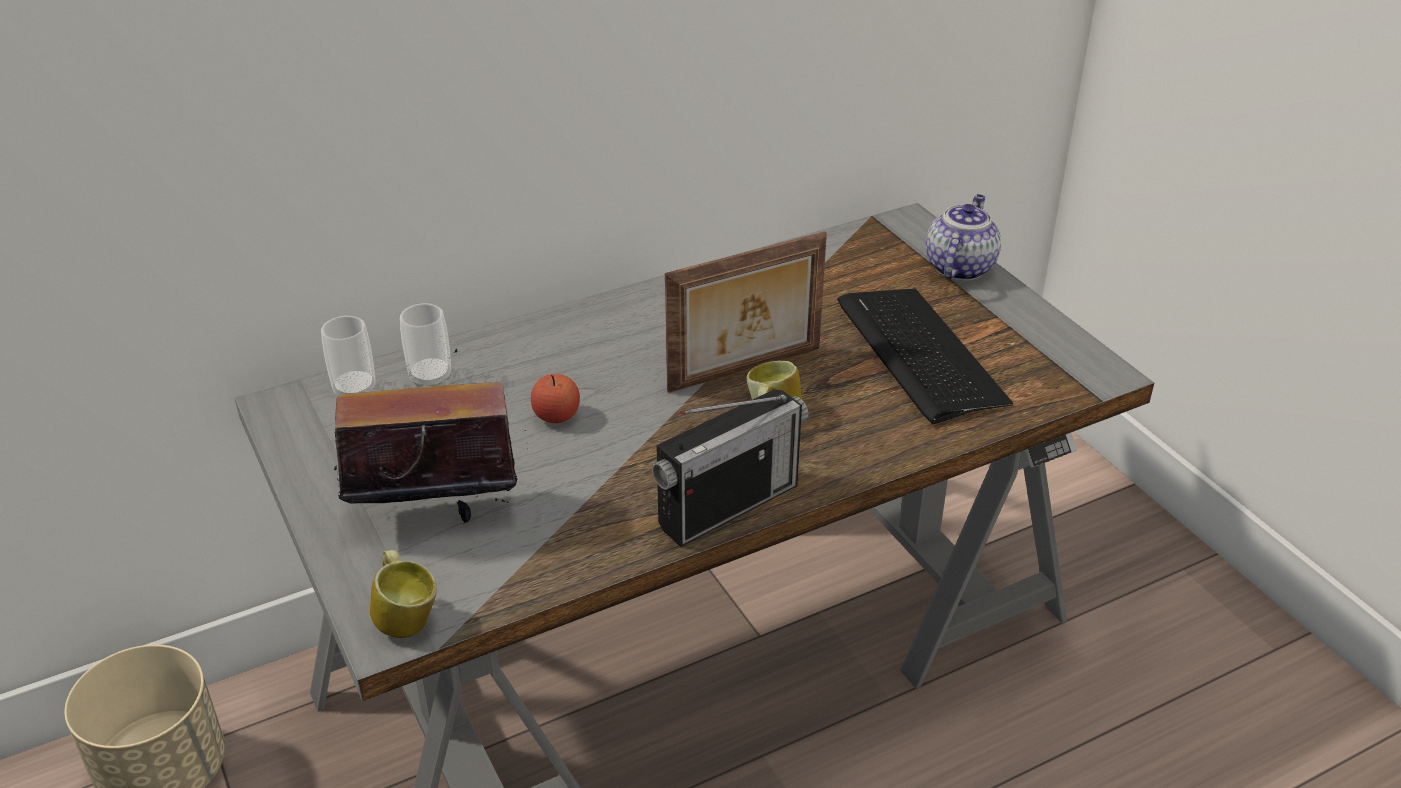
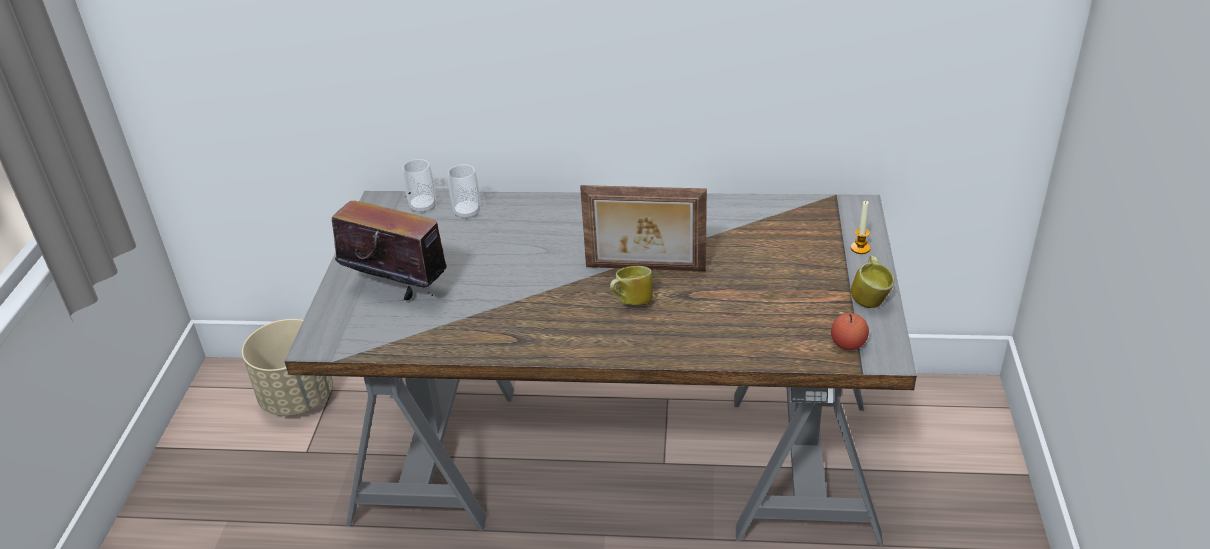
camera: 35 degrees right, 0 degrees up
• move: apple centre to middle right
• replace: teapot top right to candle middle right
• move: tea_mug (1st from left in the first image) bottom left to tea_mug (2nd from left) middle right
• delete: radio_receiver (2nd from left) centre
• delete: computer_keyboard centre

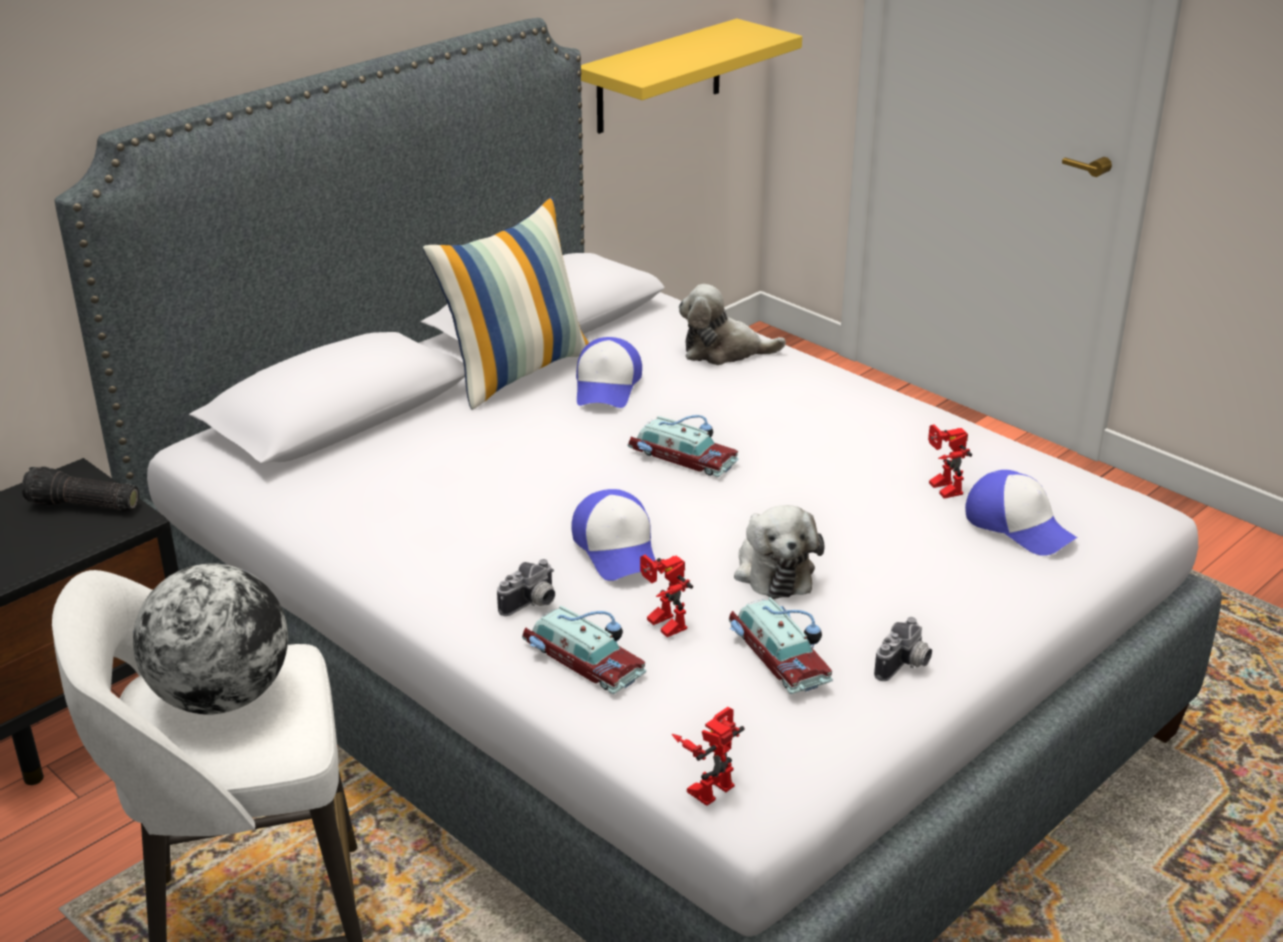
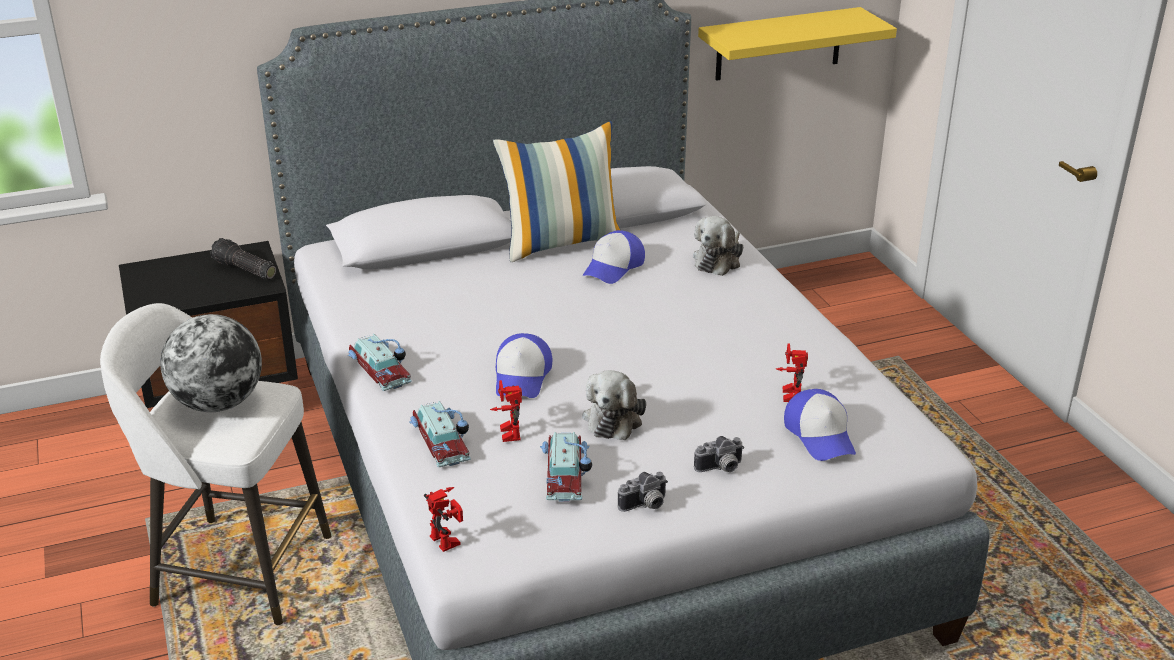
camera: 25 degrees right, 0 degrees up
• move: model_car (2nd from left in the first image) centre to model_car (1st from left) middle left
• rotate: robot_figure (2nd from left in the first image) bottom centre = bottom centre 75 degrees clockwise
• rotate: plush_toy (1st from left in the first image) centre = centre 90 degrees counterclockwise
• move: still_camera (1st from left in the first image) centre to still_camera (2nd from left) bottom centre

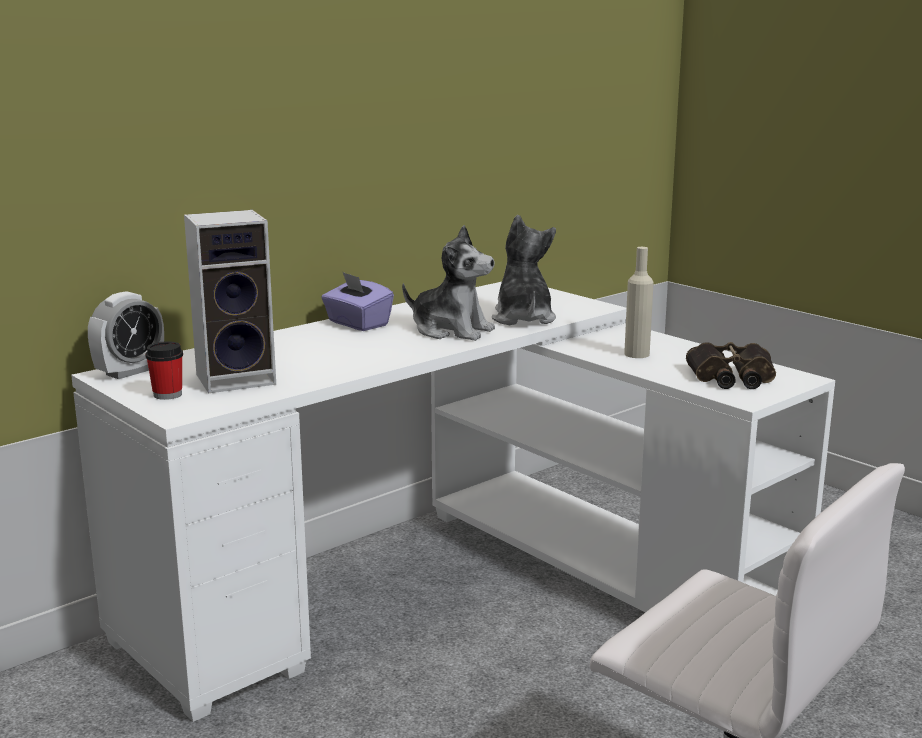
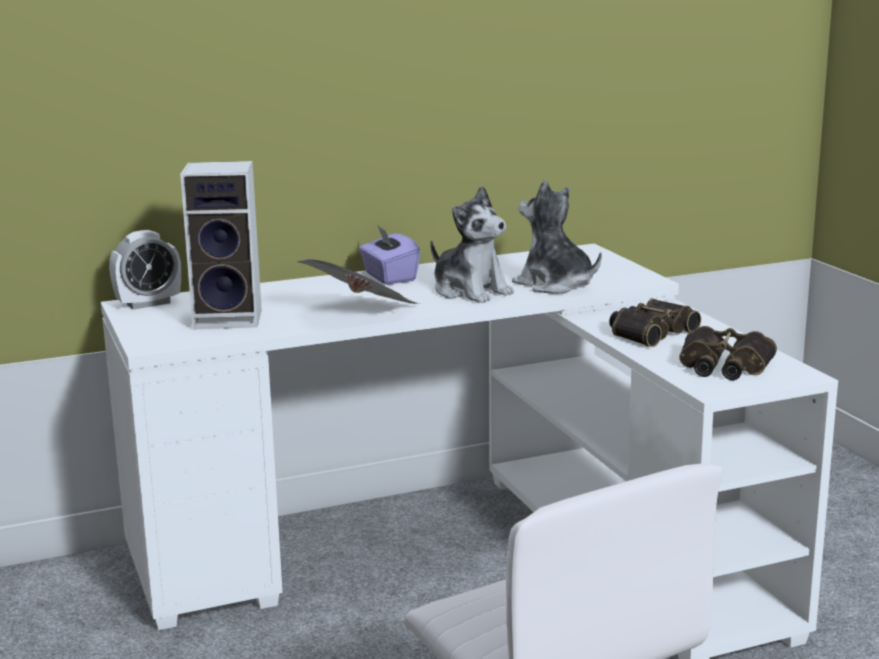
camera: 20 degrees right, 0 degrees up
• insert: printed_paper centre
• rotate: plush_toy (2nd from left) centre = centre 60 degrees counterclockwise
• replace: beige-coloured_bottle middle right to binoculars (1st from left) middle right
• delete: cup middle left

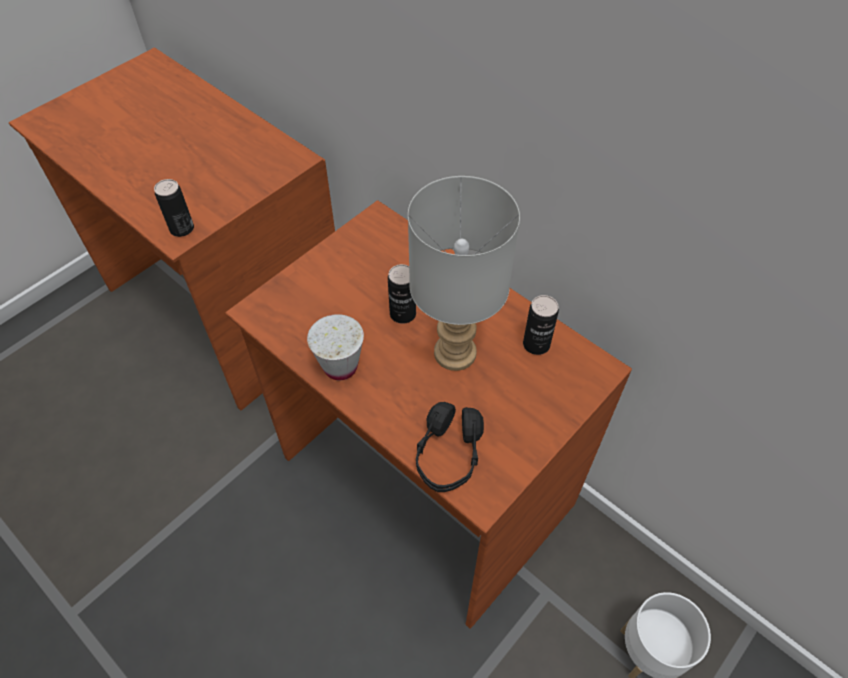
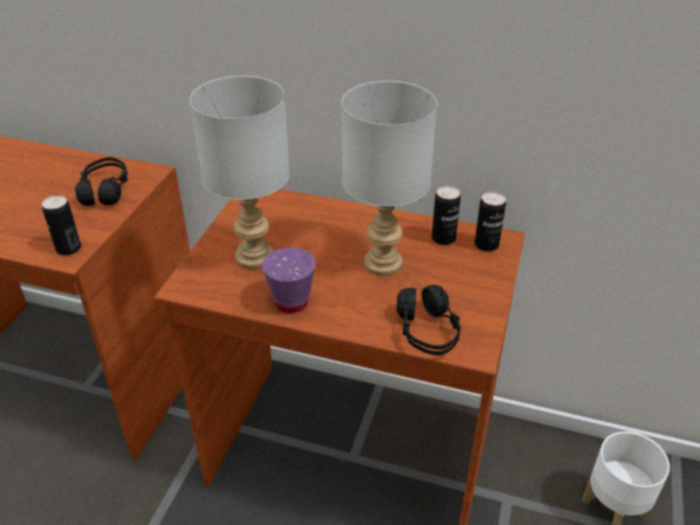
camera: 25 degrees left, 15 degrees down
• insert: black_pair_of_headphones (1st from left) middle left
• insert: gray_lamp_for_a_table (1st from left) top centre
• recolor: whitish_cup centre to purple_cup centre
• move: sealed_can (2nd from left in the first image) centre to sealed_can (3rd from left) middle right

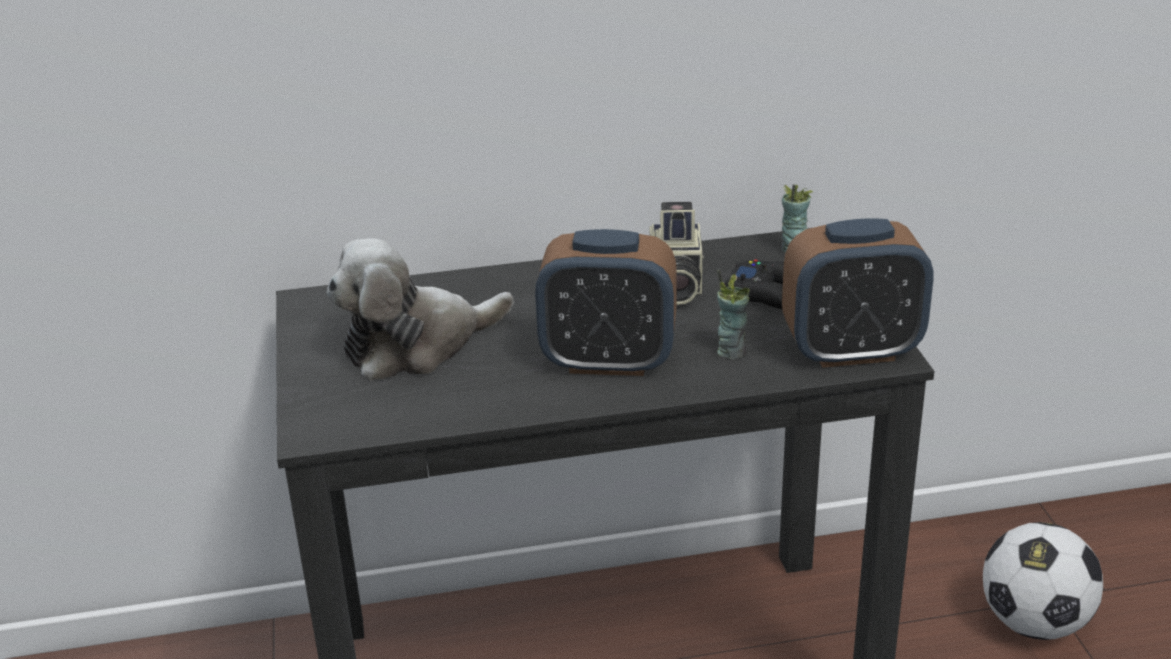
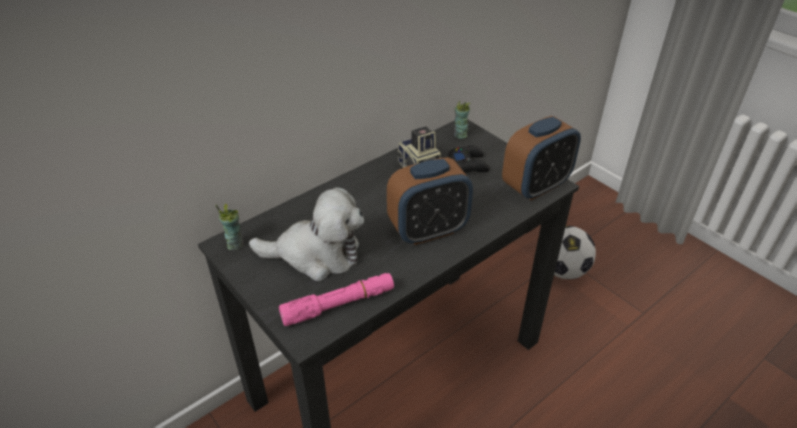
camera: 30 degrees left, 10 degrees up
• move: cup (1st from left) centre to middle left
• rotate: plush_toy centre = centre 120 degrees counterclockwise
• insert: pink_flashlight bottom centre

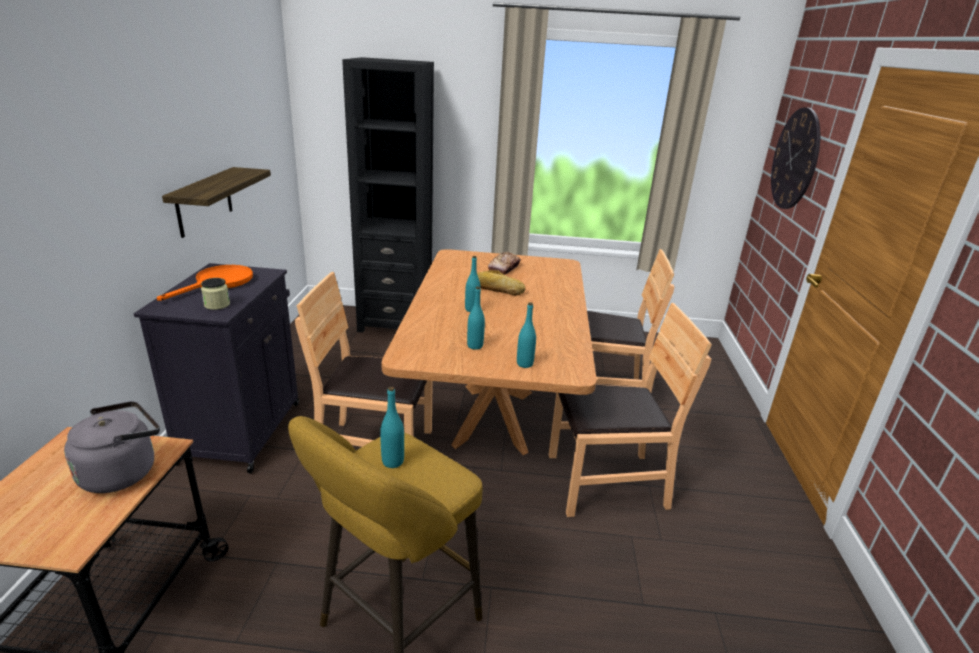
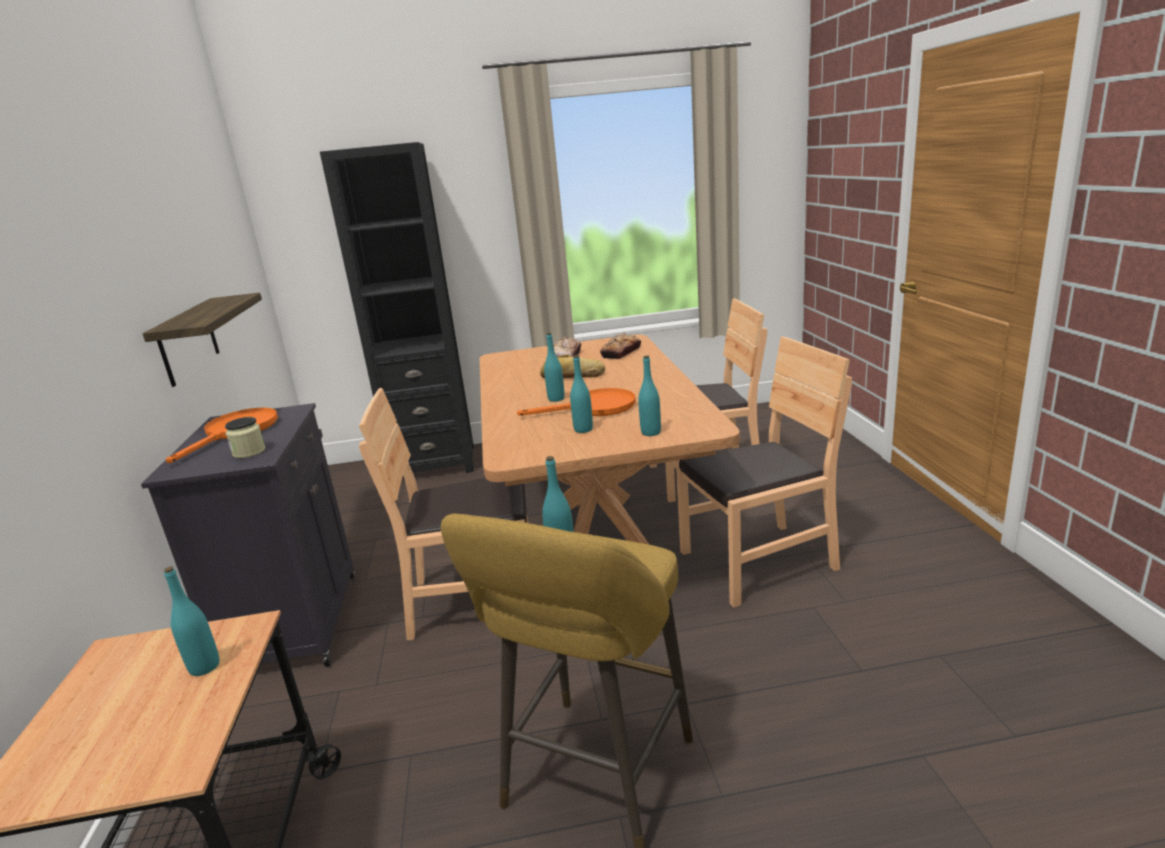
camera: 10 degrees left, 5 degrees down
• replace: gray_kettle bottom left to blue-green_bottle (1st from left) bottom left
• insert: orangey_skillet (2nd from left) centre
• insert: bakery_bread (3rd from left) centre
• delete: wall_clock top right

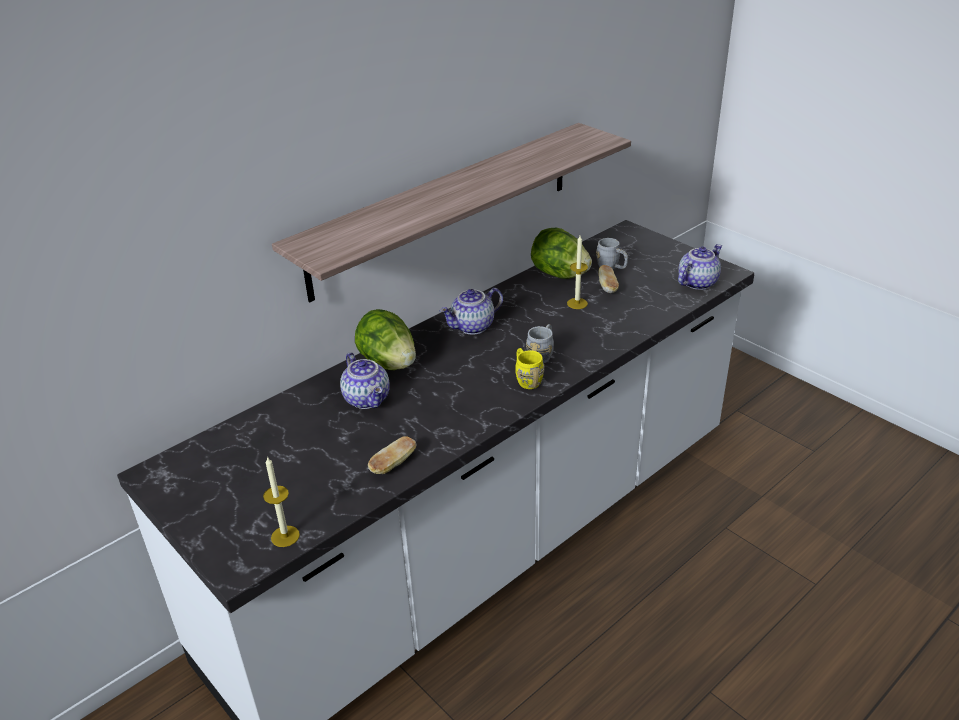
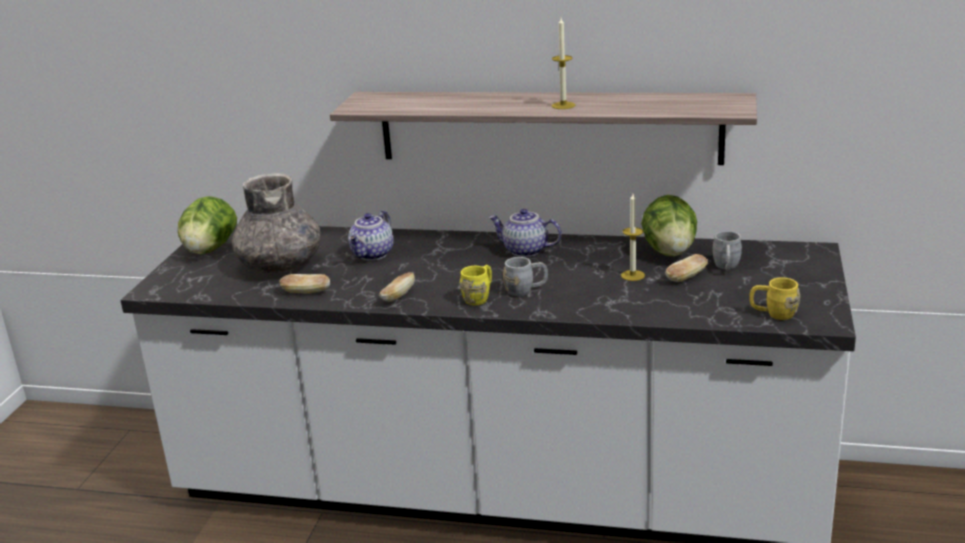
camera: 55 degrees right, 10 degrees down
• move: head_of_lettuce (1st from left) centre to middle left
• insert: gray_decorative_vase middle left
• insert: bakery_bread (2nd from left) centre
• move: candle (1st from left) bottom left to top centre
• replace: teapot (3rd from left) middle right to yellowish_tea_mug (2nd from left) middle right

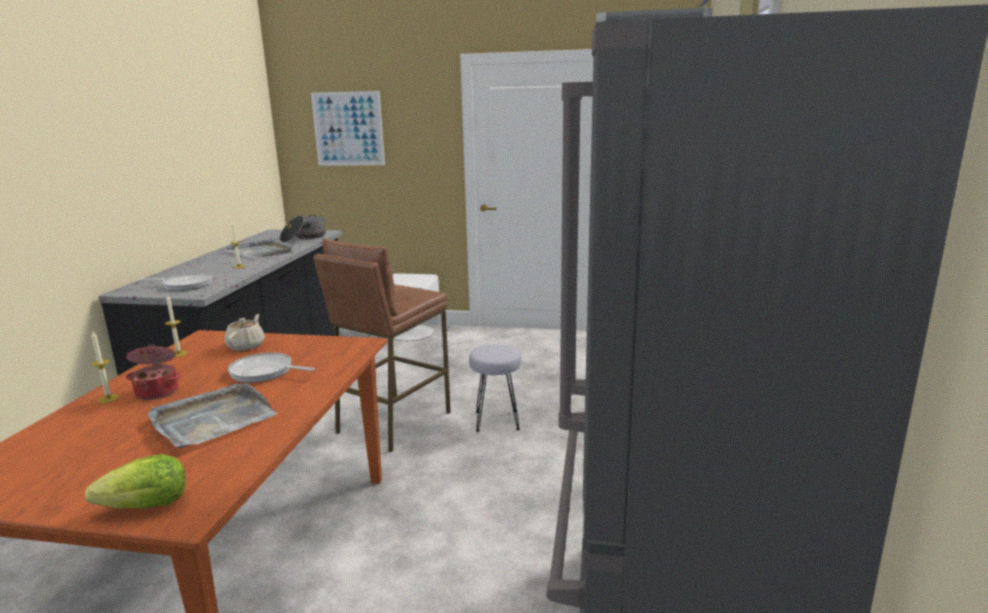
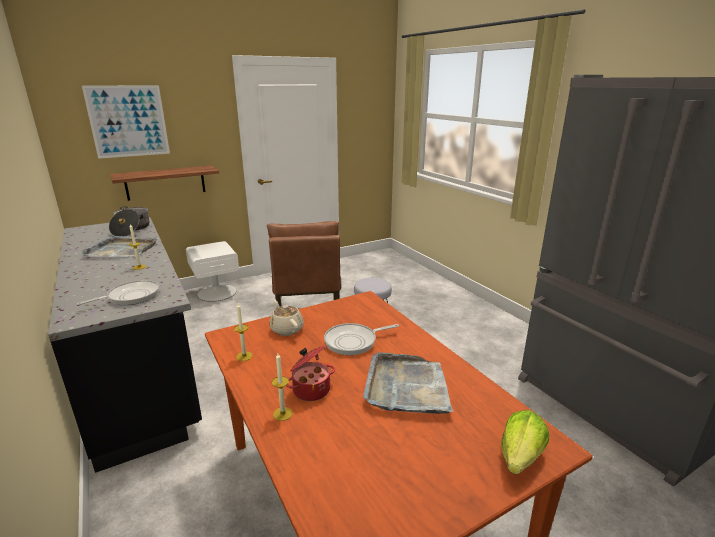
camera: 40 degrees left, 5 degrees up
• insert: bracket_shelf middle left

